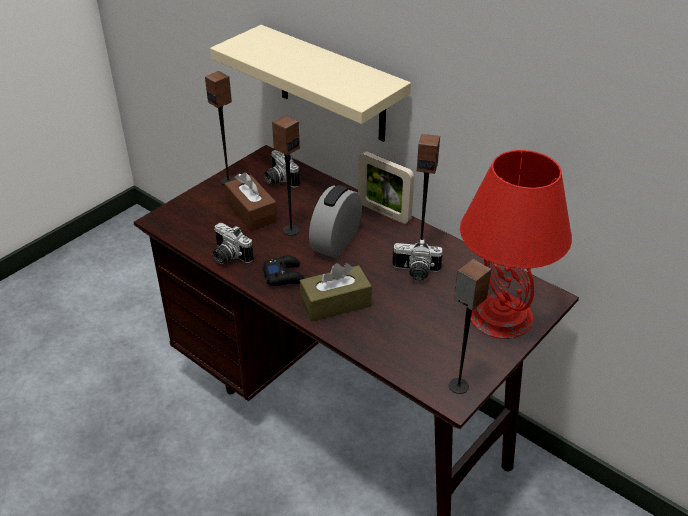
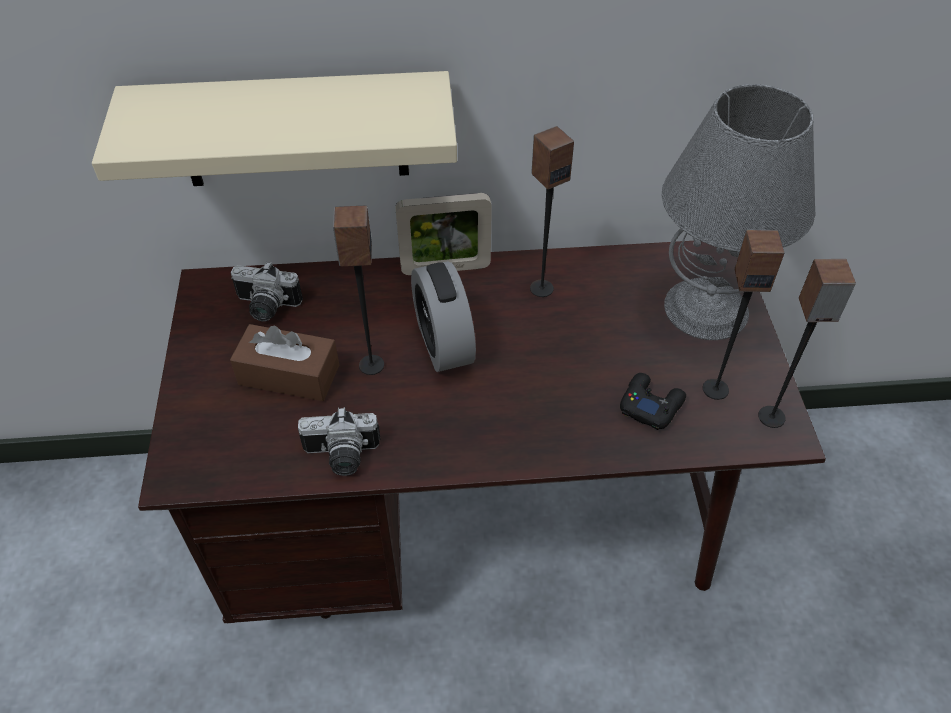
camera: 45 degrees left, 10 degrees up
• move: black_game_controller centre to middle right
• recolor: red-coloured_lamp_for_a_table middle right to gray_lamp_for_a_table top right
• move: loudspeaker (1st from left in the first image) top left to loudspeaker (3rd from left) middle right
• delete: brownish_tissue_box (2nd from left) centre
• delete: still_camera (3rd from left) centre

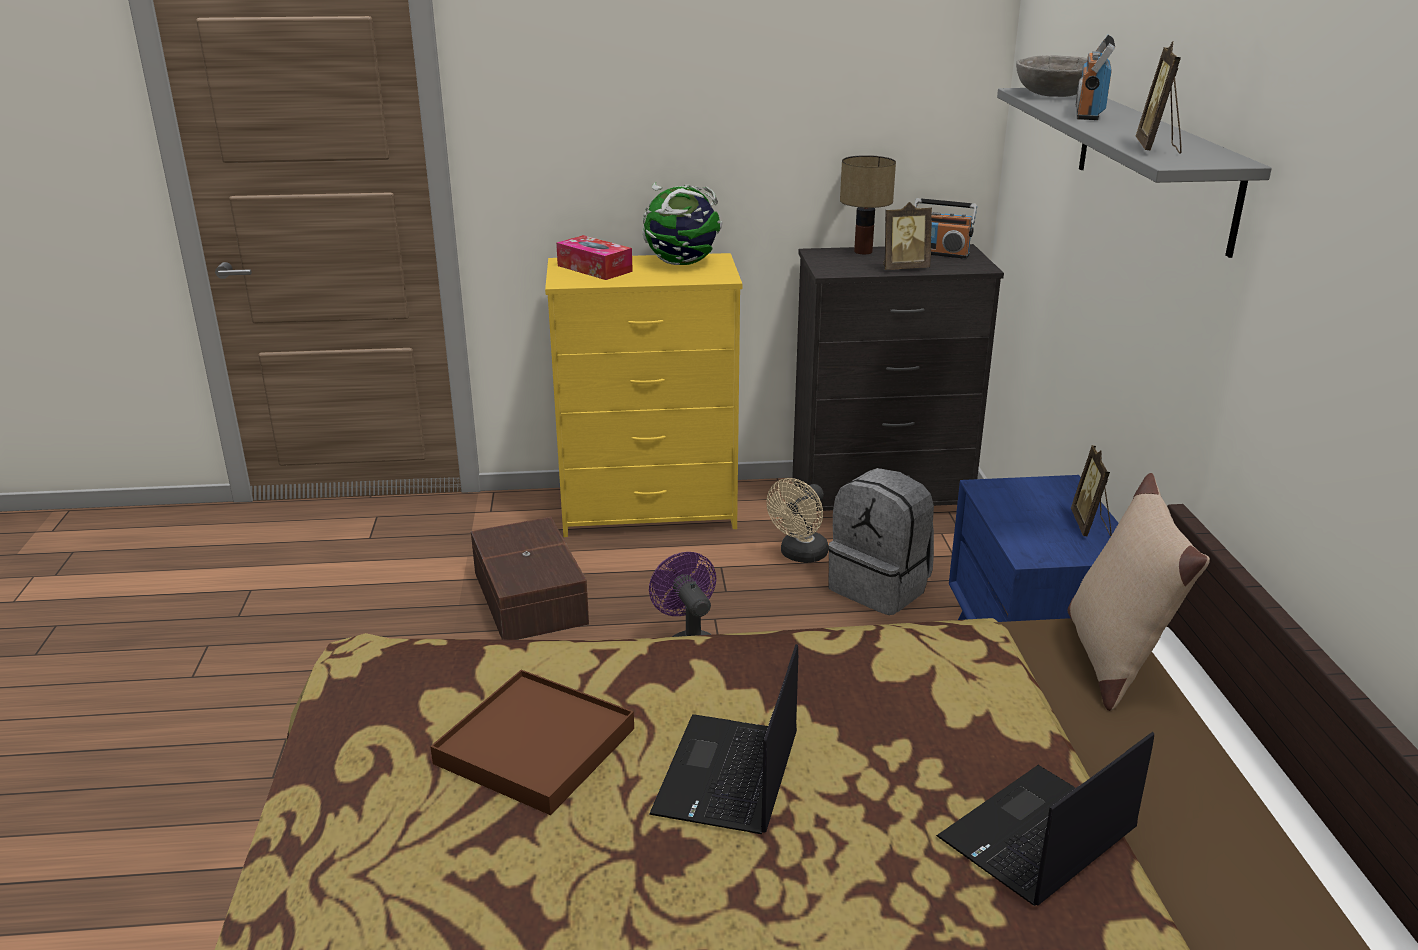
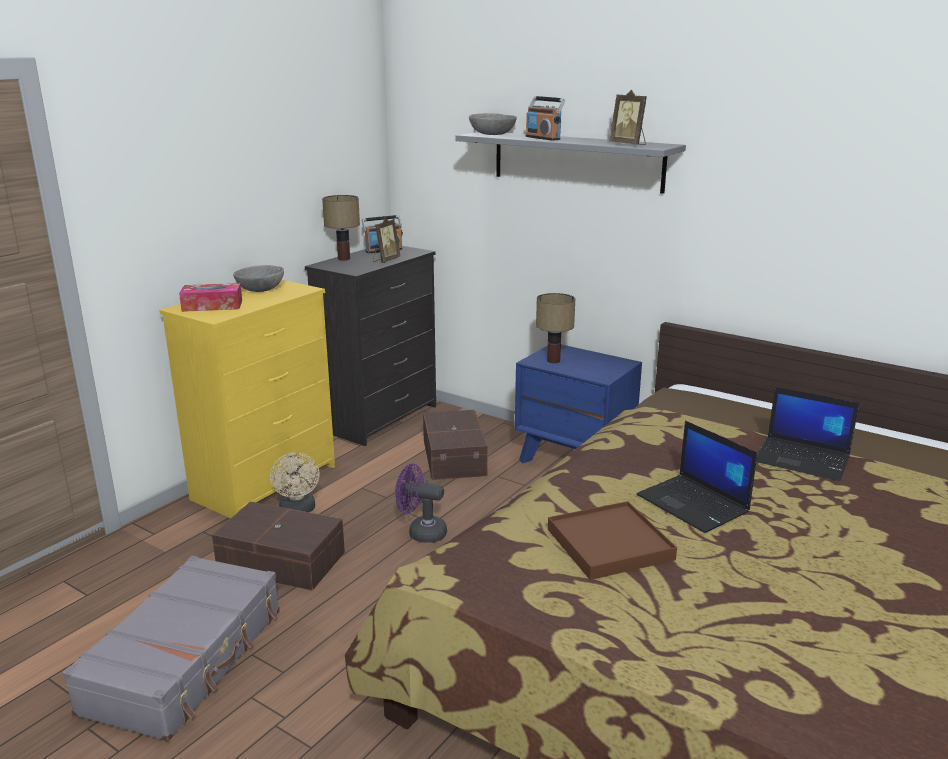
camera: 50 degrees left, 5 degrees down
• insert: gray_suitcase bottom left
• replace: world_globe top centre to gray_bowl (1st from left) middle left
• move: beige-coloured_electric_fan centre to middle left
• replace: gray_knapsack centre to brownish_storage_bin (2nd from left) centre
• insert: lamp_for_a_table (2nd from left) centre
• rotate: portable_computer (2nd from left) bottom right = middle right 60 degrees counterclockwise
• delete: beige-coloured_pillow middle right
• delete: standing_frame (2nd from left) middle right

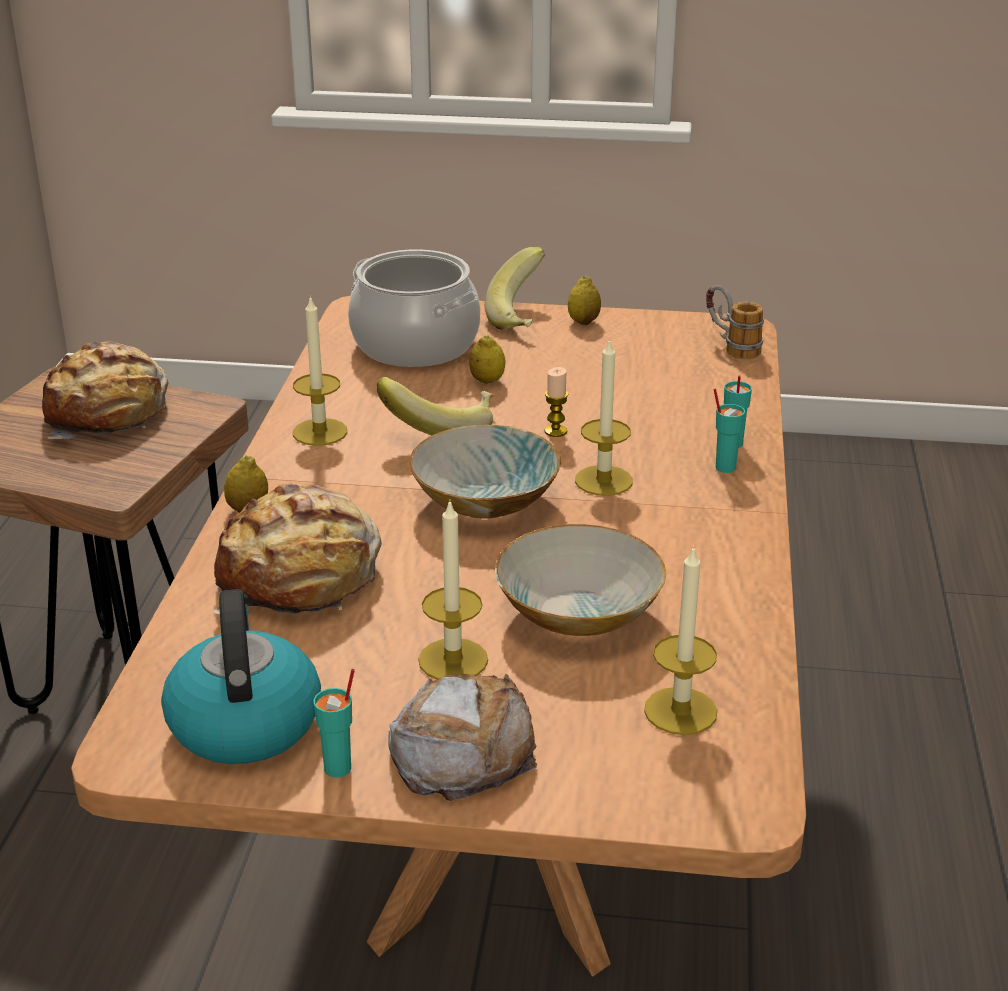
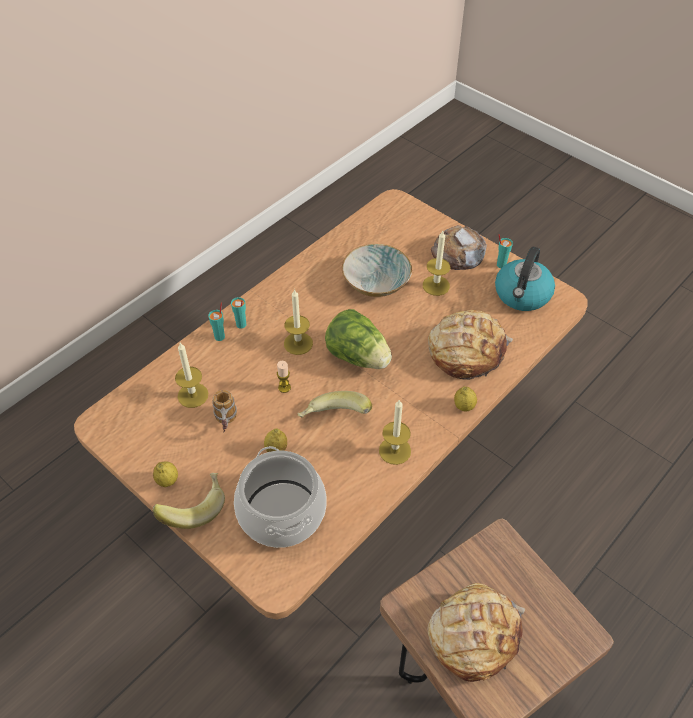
camera: 145 degrees left, 20 degrees up
• move: candle (5th from left in the first image) middle right to candle (1st from left) middle left
• move: tea_mug top right to middle left
• replace: bowl (1st from left) centre to head_of_lettuce centre

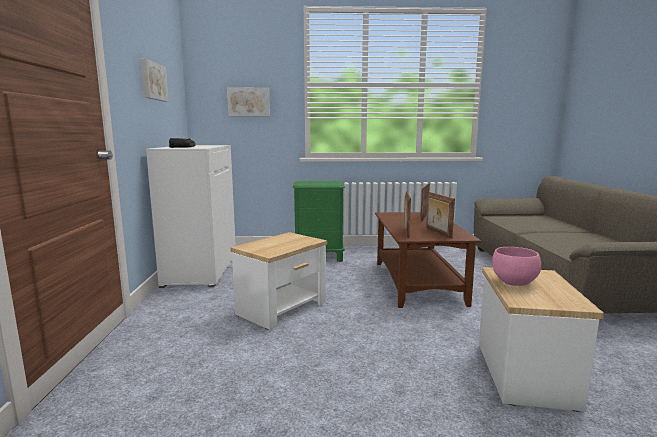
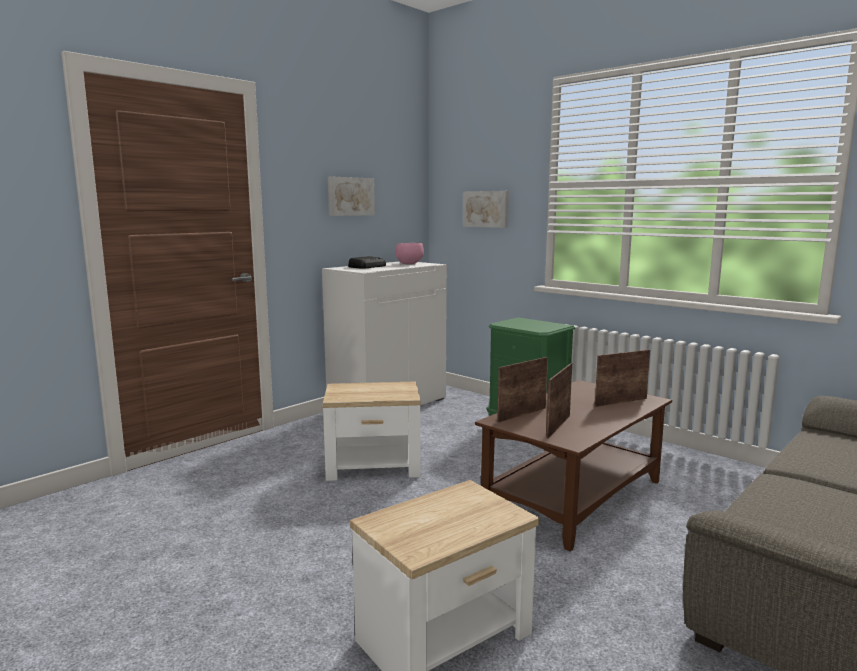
camera: 45 degrees right, 0 degrees up
• move: pink_bowl middle right to centre

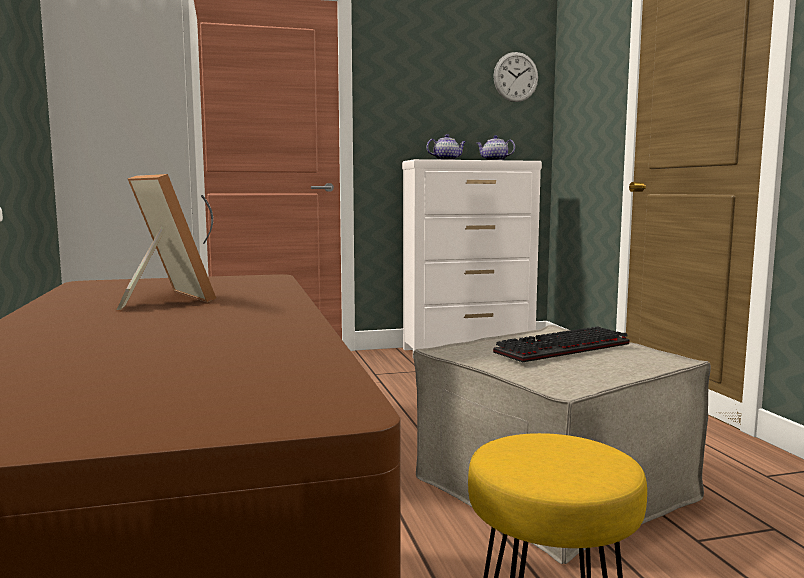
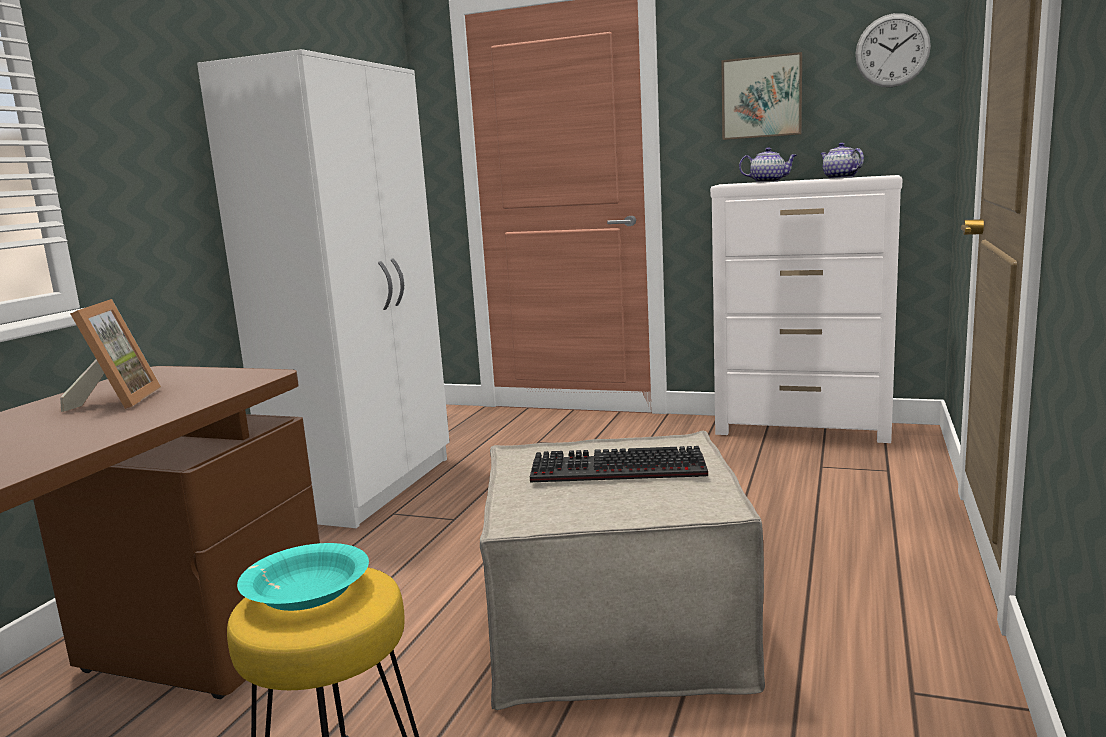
camera: 35 degrees right, 5 degrees up
• insert: blue-green_bowl bottom left
• insert: wall_picture top right

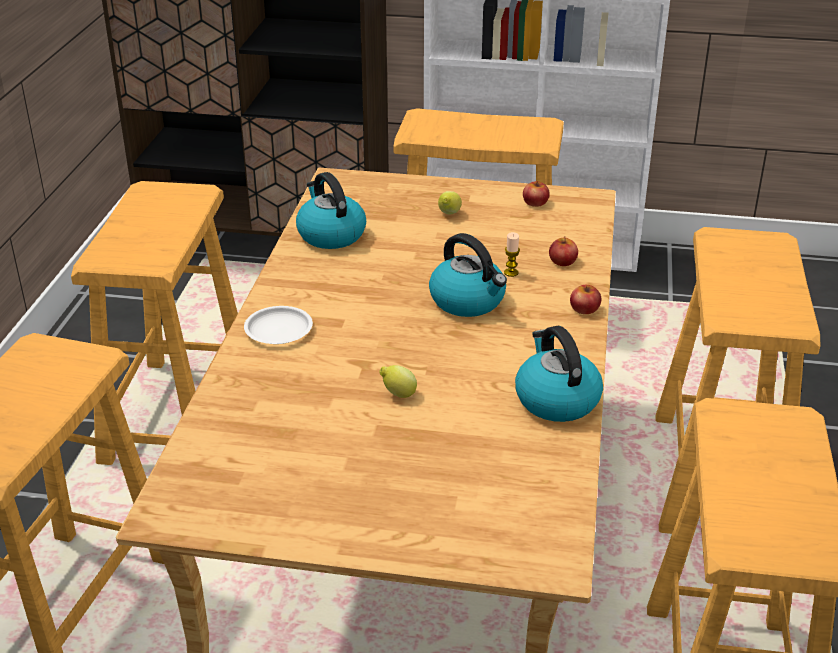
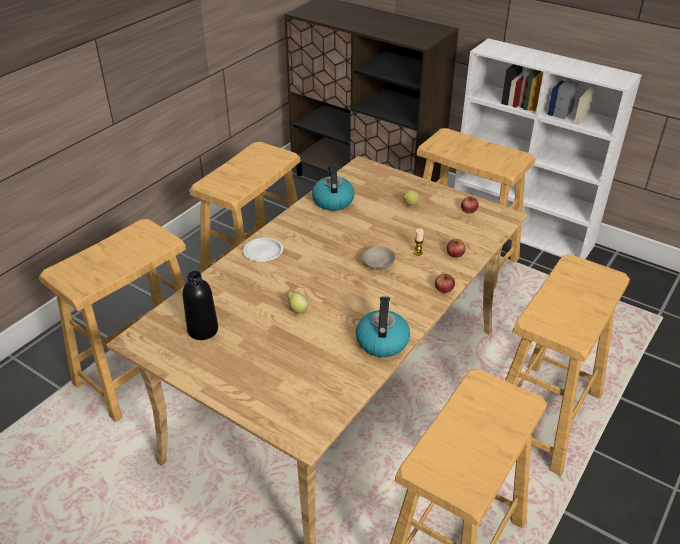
camera: 25 degrees right, 5 degrees up
• insert: black_bottle middle left
• replace: kettle (2nd from left) centre to beige-coloured_bowl centre

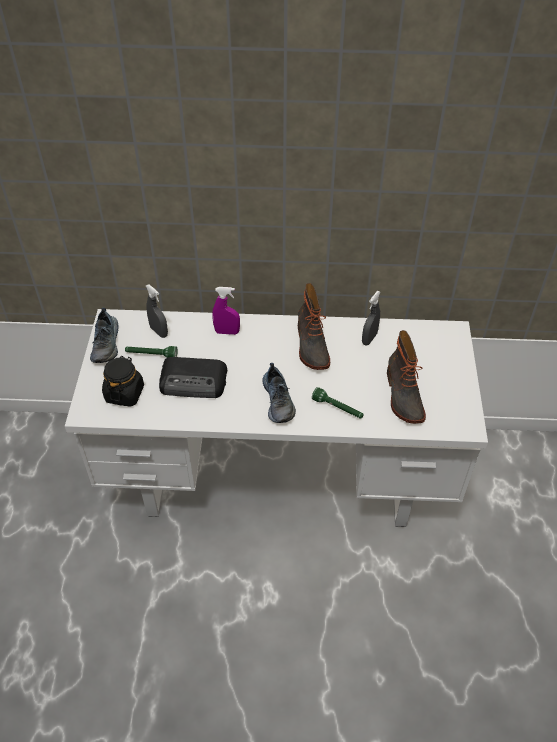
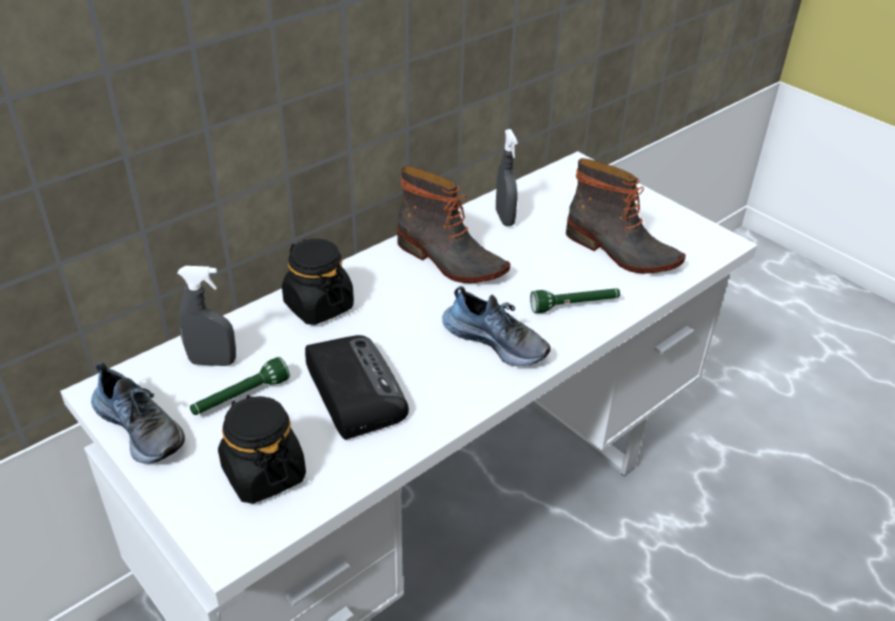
camera: 45 degrees left, 10 degrees down
• replace: purple_spray_bottle centre to black_preserve_jar (2nd from left) centre
• rotate: radio_receiver centre = centre 75 degrees counterclockwise

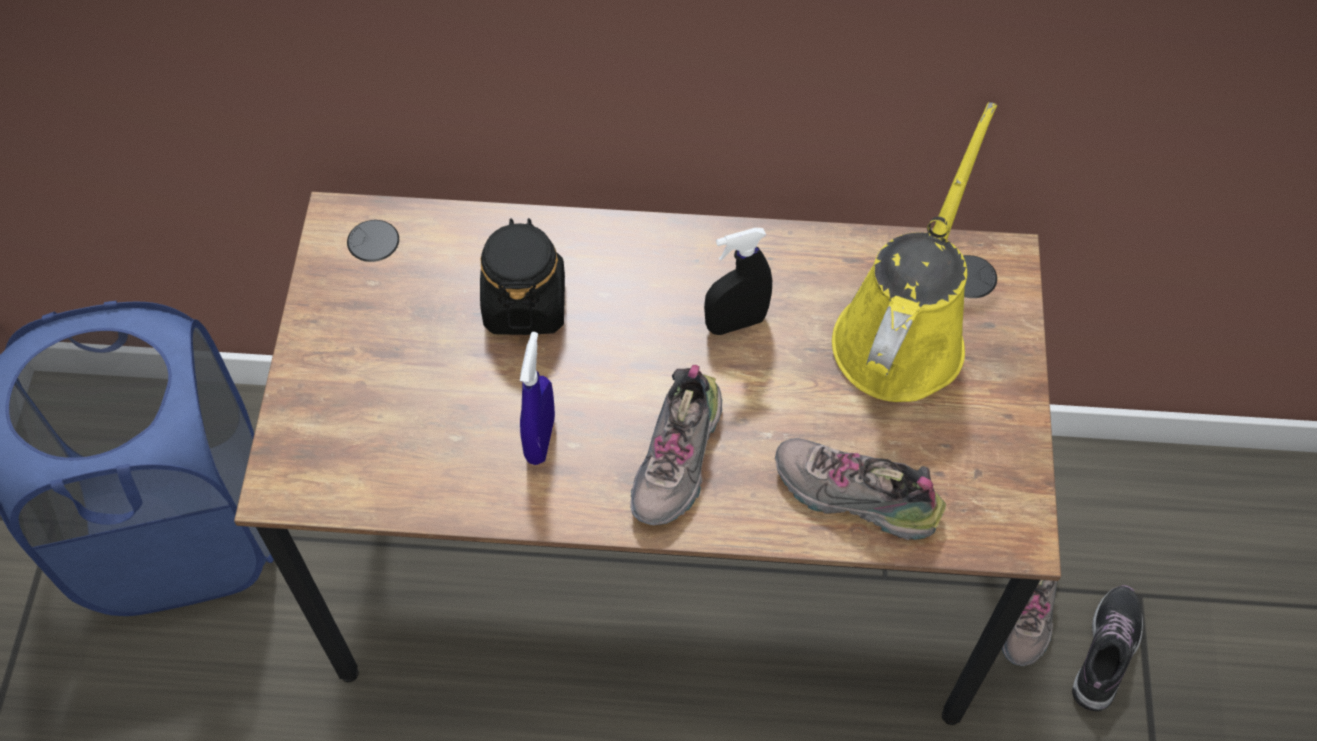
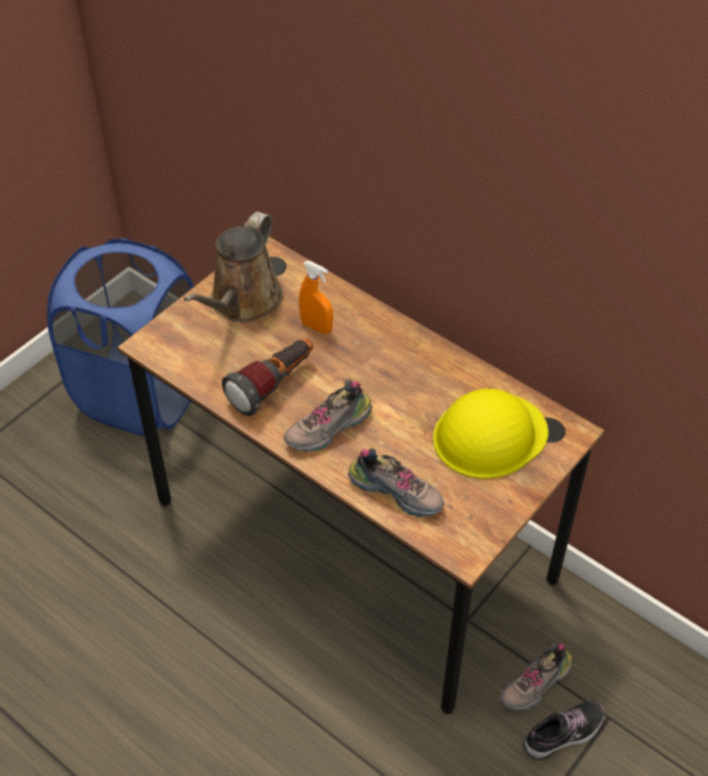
camera: 35 degrees right, 10 degrees down
• insert: brownish_sprinkling_can middle left
• replace: blue_spray_bottle centre to flashlight centre
• replace: black_preserve_jar centre to orangey_spray_bottle centre
• rotate: shoe (2nd from left) centre = centre 150 degrees clockwise
• replace: yellowish_sprinkling_can middle right to yellowish_hard_hat middle right
• delete: black_spray_bottle centre

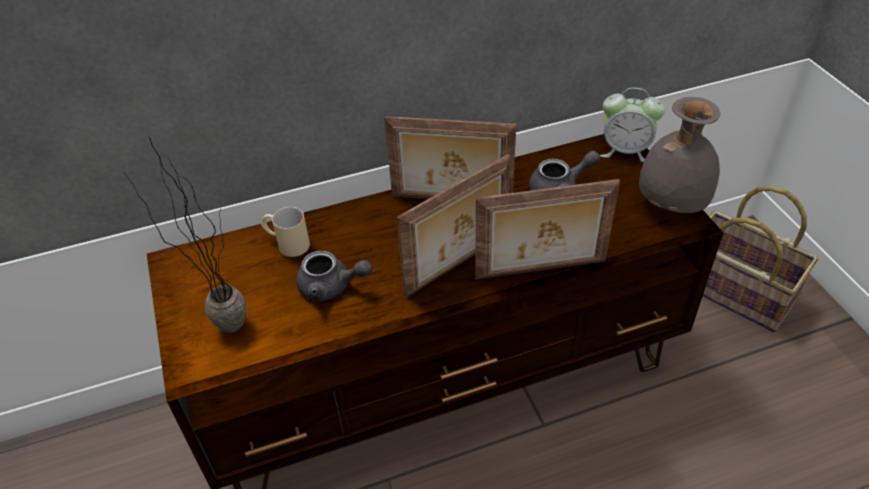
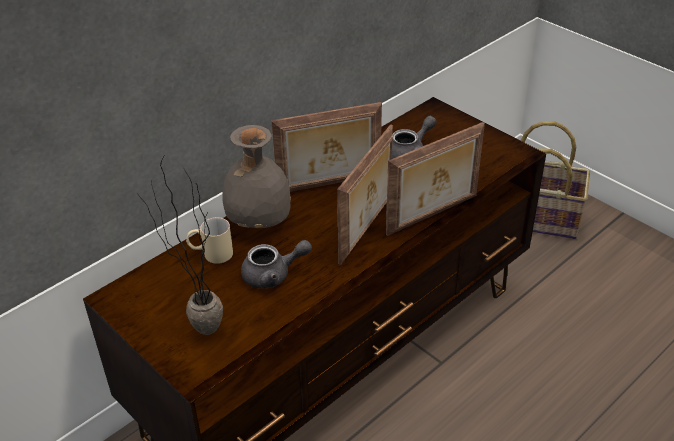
camera: 25 degrees left, 5 degrees down
• move: gray_decorative_vase top right to centre
• delete: bedside_clock top right

